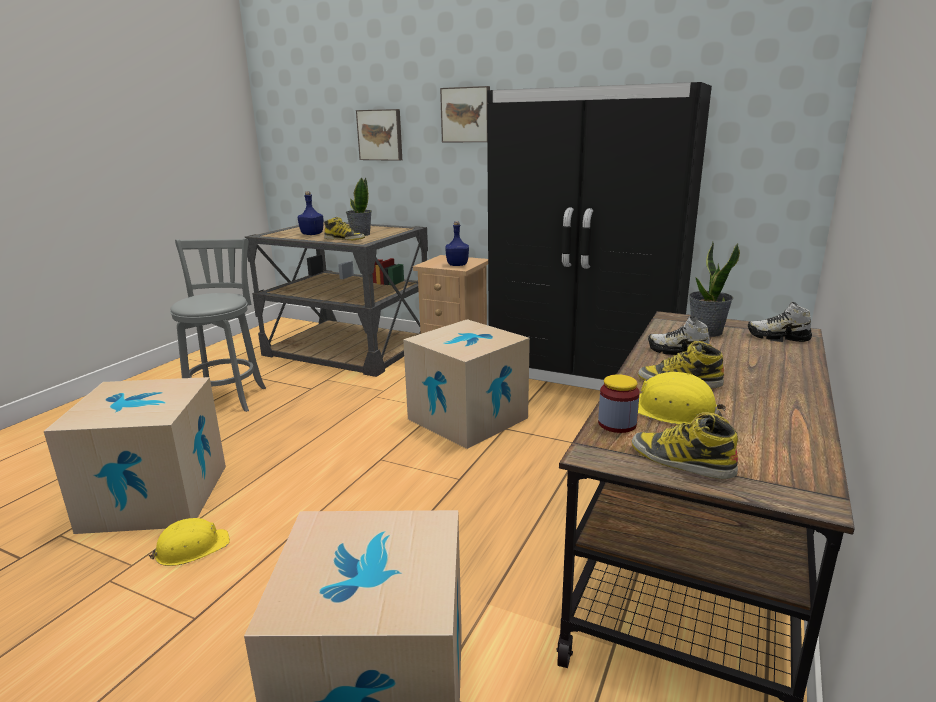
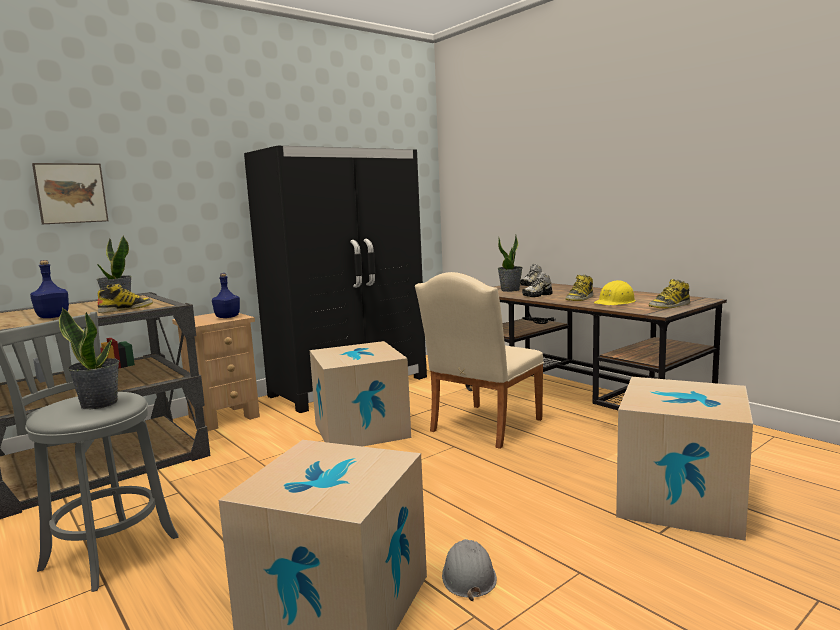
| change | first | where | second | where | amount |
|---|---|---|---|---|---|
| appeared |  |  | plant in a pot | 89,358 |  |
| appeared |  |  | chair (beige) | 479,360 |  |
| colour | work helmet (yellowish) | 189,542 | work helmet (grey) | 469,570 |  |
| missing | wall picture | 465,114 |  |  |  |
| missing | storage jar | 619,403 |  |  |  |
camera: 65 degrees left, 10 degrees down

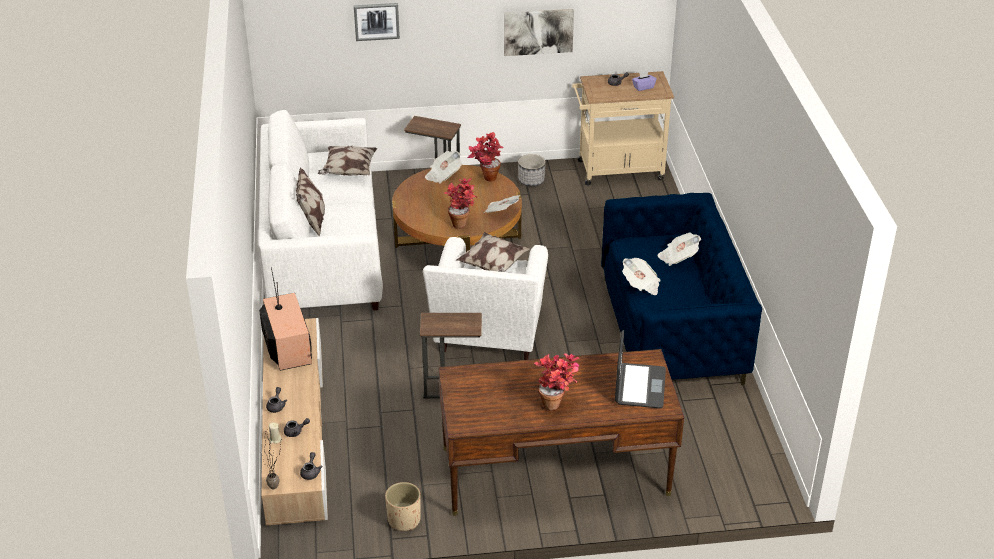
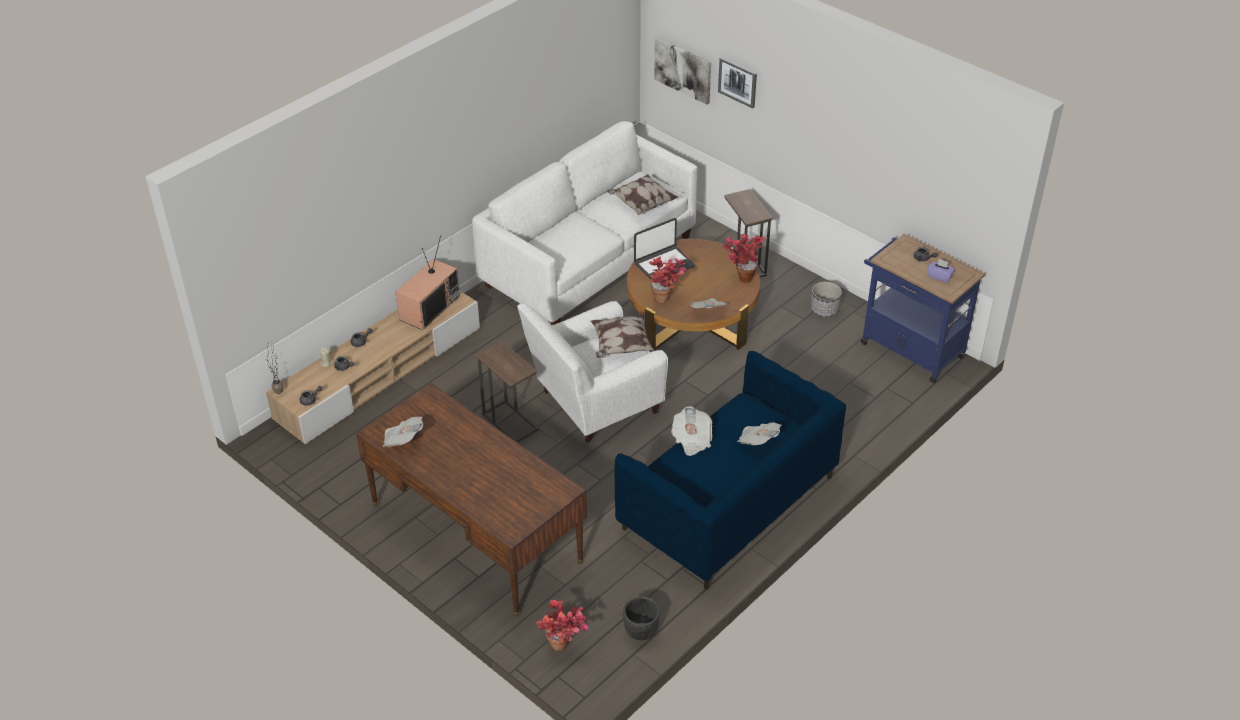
| change | first | where | second | where | amount |
|---|---|---|---|---|---|
| relocated | daily paper | 443,167 |  | 403,431 |  |
| relocated | plant in a pot | 556,382 |  | 562,625 |  |
| appeared |  |  | flower pot (blackish) | 641,618 |  |
| relocated | notebook computer | 640,369 |  | 664,248 |  |
| relocated | wall picture | 539,32 |  | 682,71 |  |
| colour | wheeled cart (beige) | 623,128 | wheeled cart (bluish) | 923,308 |  |
| missing | cushion | 310,202 |  |  |  |
| missing | flower pot (beige) | 403,506 |  |  |  |
camera: 50 degrees right, 5 degrees up

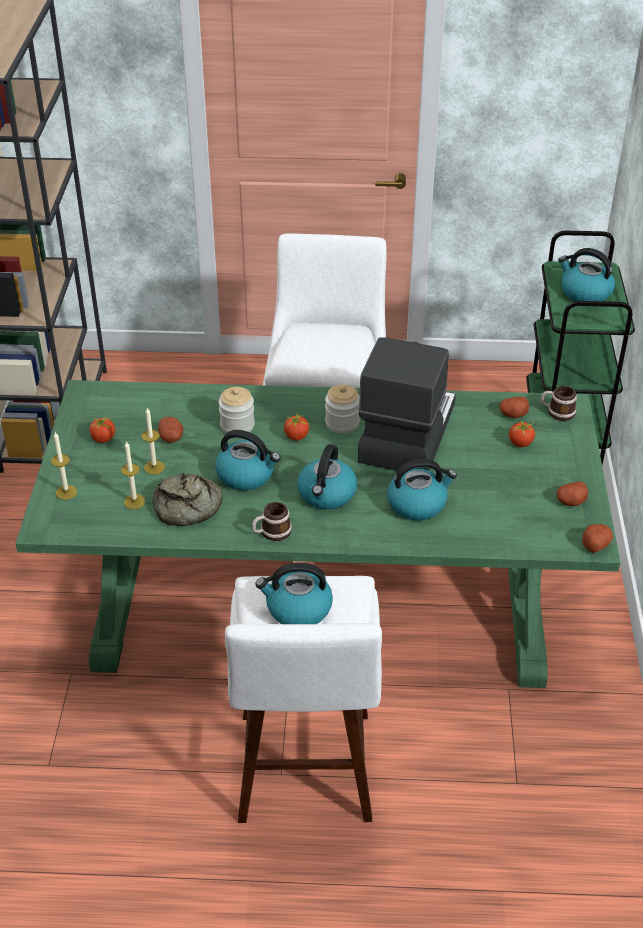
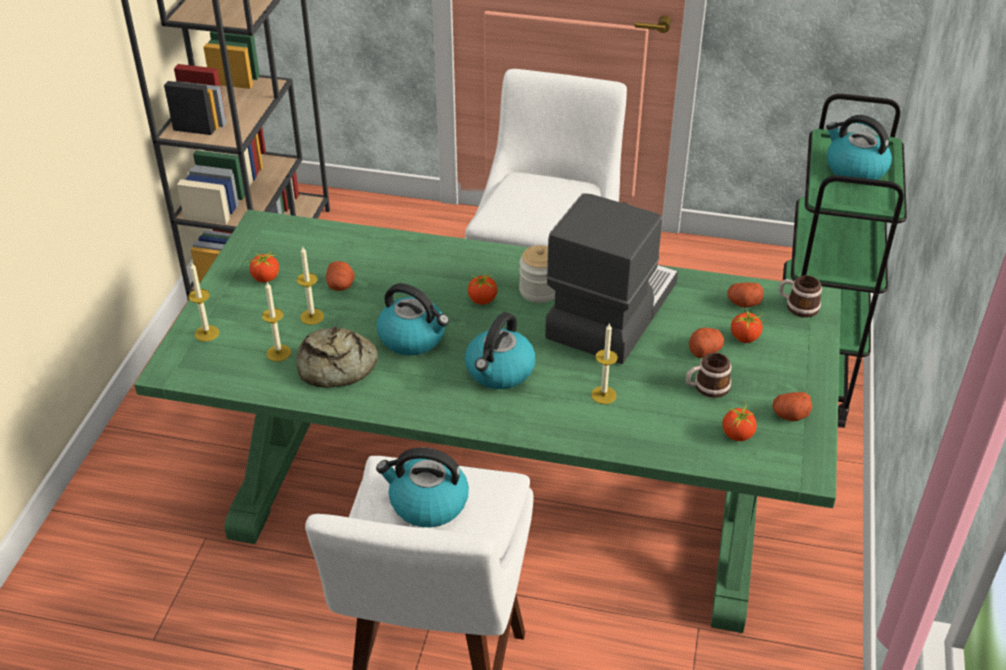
| change | first | where | second | where | amount |
|---|---|---|---|---|---|
| exchanged | water kettle | 422,490 | wax light | 604,364 |  |
| relocated | coffee mug | 272,521 |  | 709,375 |  |
| relocated | potato | 597,538 |  | 706,342 |  |
| appeared |  |  | fresh tomato | 739,421 |  |
| missing | storage jar | 237,410 |  |  |  |
camera: 10 degrees right, 0 degrees up

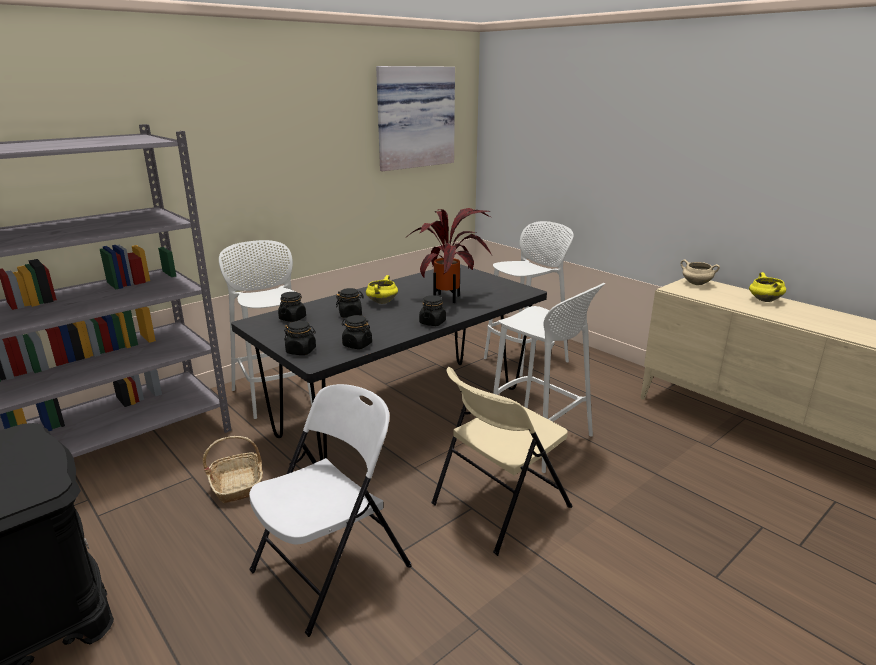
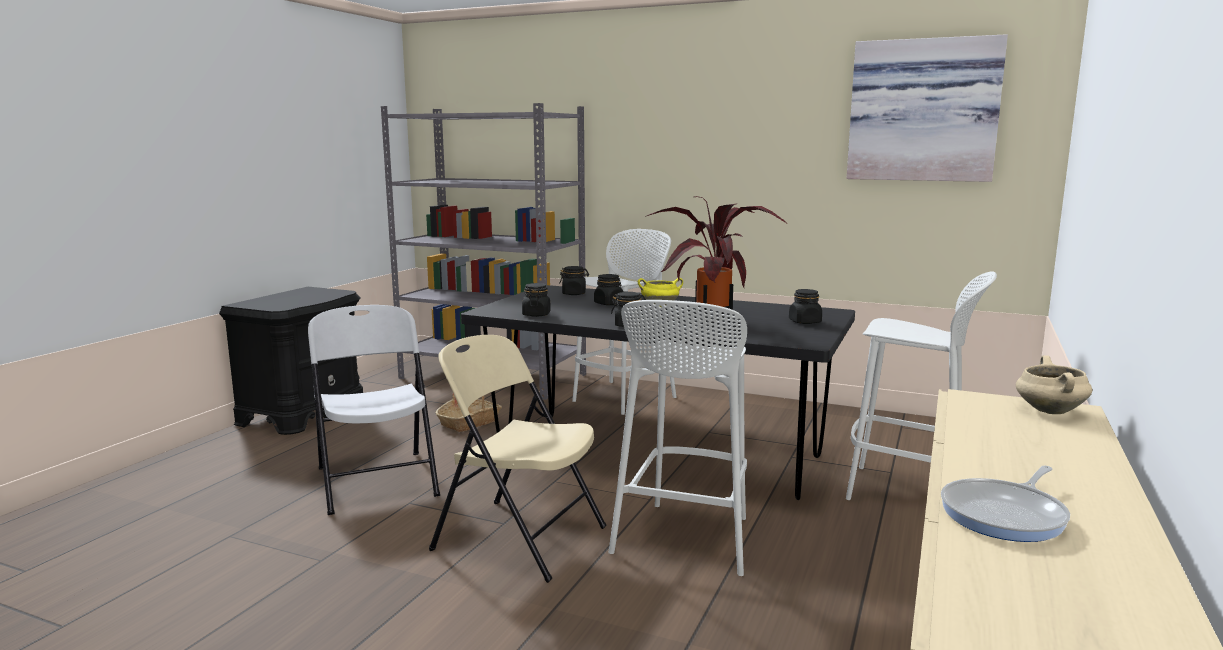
| change | first | where | second | where | amount |
|---|---|---|---|---|---|
| spun | chair (white-coloured) | 330,510 |  | 374,410 | 135 degrees counterclockwise |
| relocated | storage jar (blackish) | 300,338 |  | 805,306 |  |
| appeared |  |  | pan | 1005,504 |  |
| missing | cooking pot (yellowish) | 767,287 |  |  |  |
camera: 65 degrees right, 10 degrees down

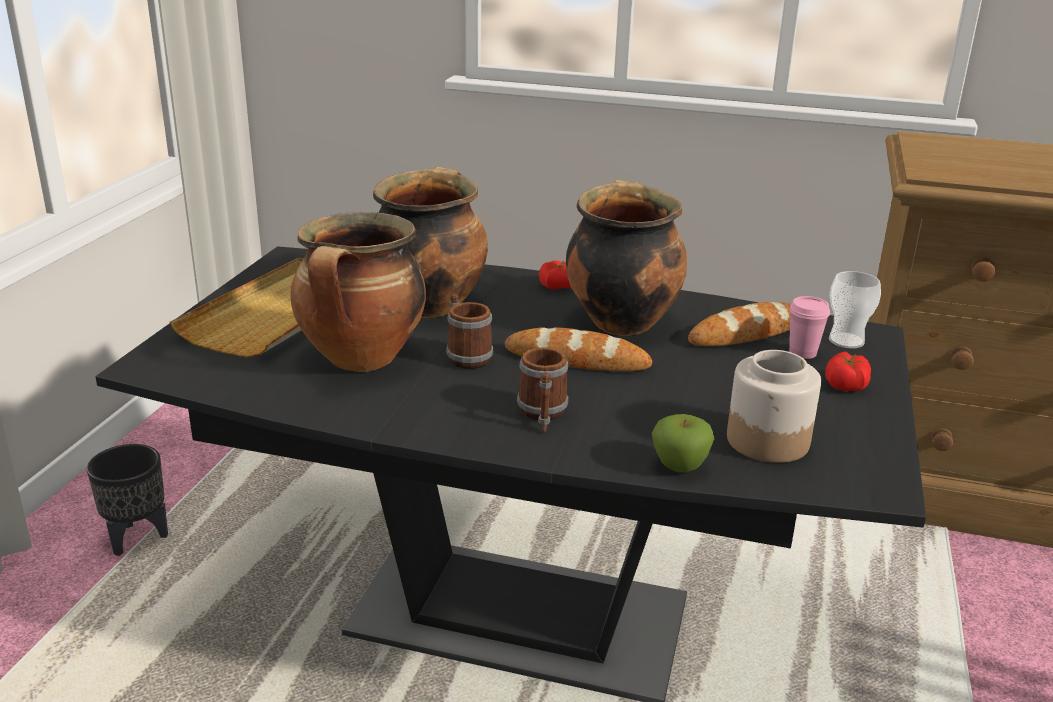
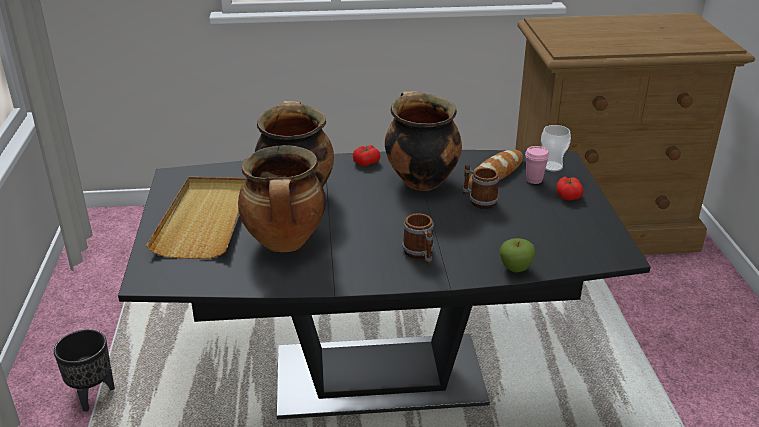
| change | first | where | second | where | amount |
|---|---|---|---|---|---|
| relocated | coffee mug | 469,331 |  | 480,186 |  |
| missing | bread | 578,349 |  |  |  |
| missing | storage jar | 774,406 |  |  |  |
camera: 20 degrees left, 5 degrees up

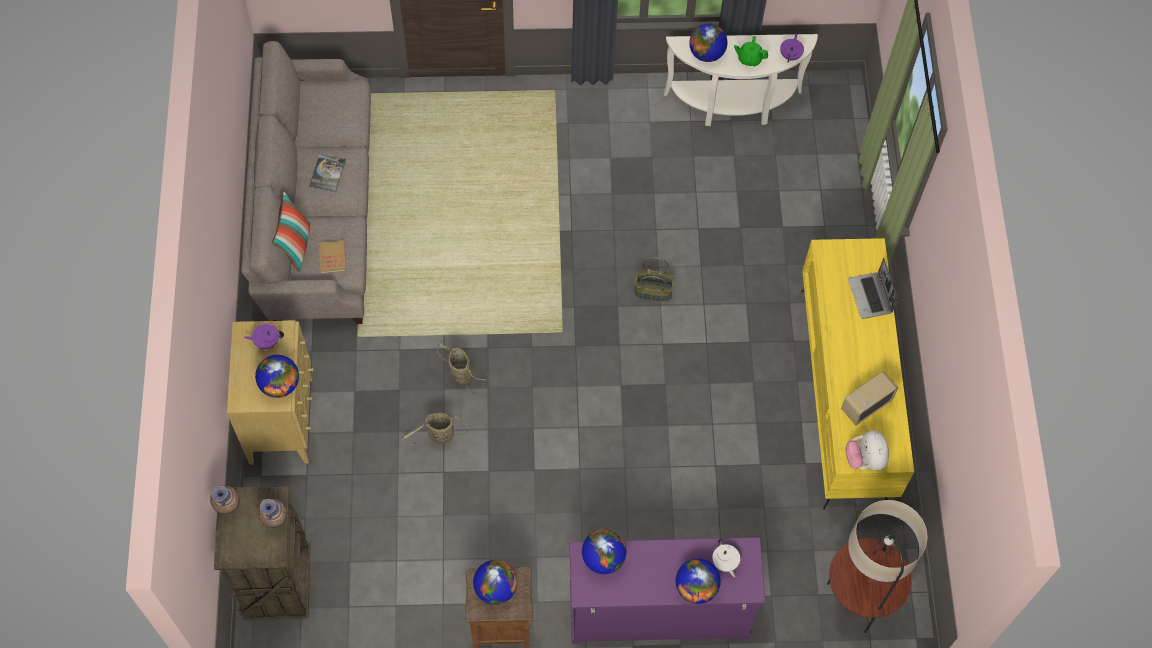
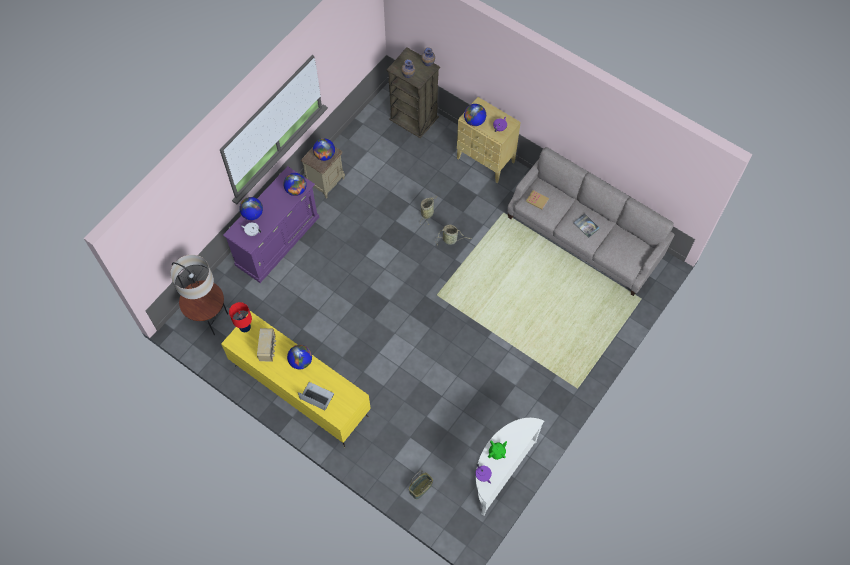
| change | first | where | second | where | amount |
|---|---|---|---|---|---|
| exchanged | soft toy | 867,450 | lamp for a table (red-coloured) | 240,317 |  |
| relocated | globe | 708,43 |  | 299,357 |  |
| relocated | household basket | 654,279 |  | 421,484 |  |
| missing | cushion | 291,232 |  |  |  |
camera: 130 degrees right, 0 degrees up

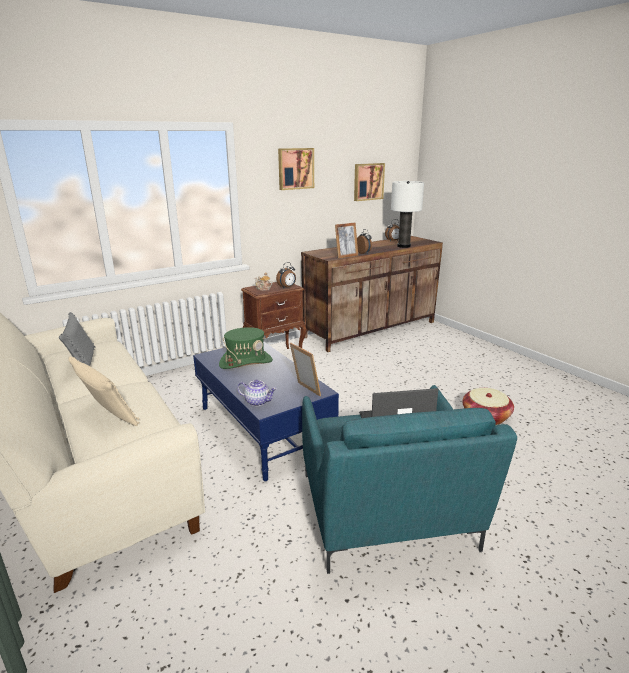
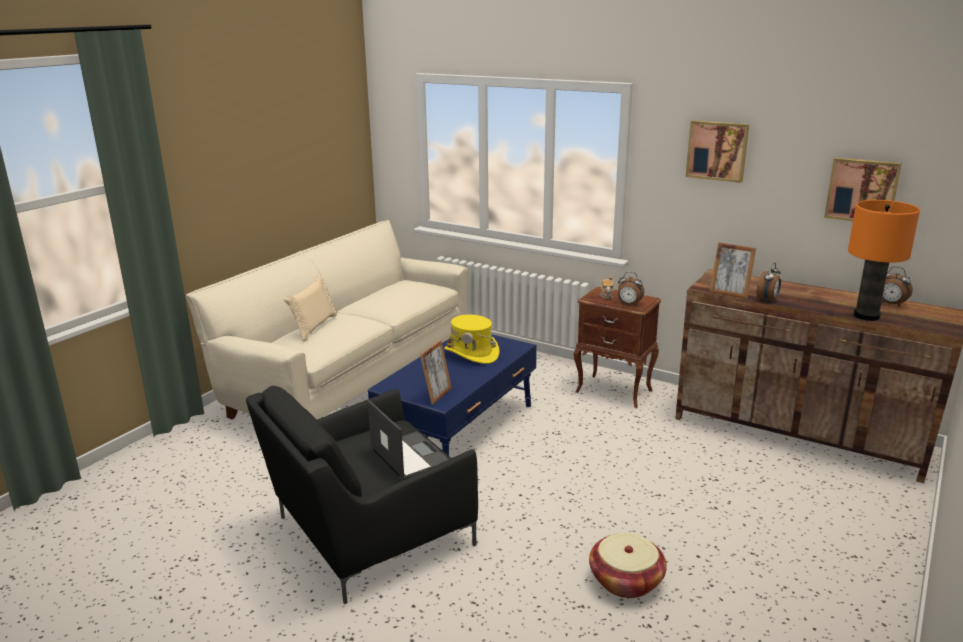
| change | first | where | second | where | amount |
|---|---|---|---|---|---|
| colour | armchair (turquoise) | 409,479 | armchair (blackish) | 362,495 |  |
| colour | hat (green) | 246,348 | hat (yellowish) | 471,339 |  |
| colour | lamp for a table (white-coloured) | 407,214 | lamp for a table (orange-coloured) | 884,260 |  |
| missing | cushion (grey) | 77,339 |  |  |  |
| missing | tea pot | 256,393 |  |  |  |
camera: 65 degrees right, 0 degrees up

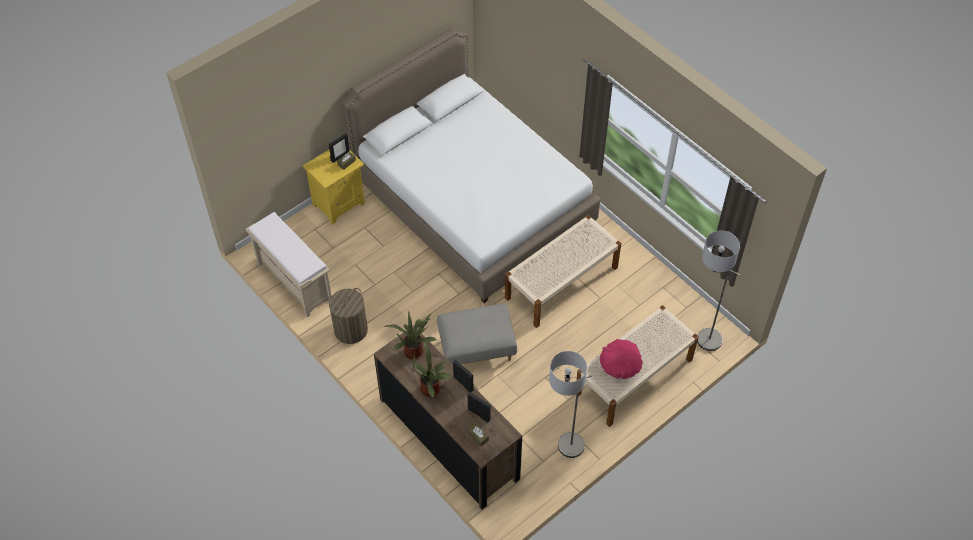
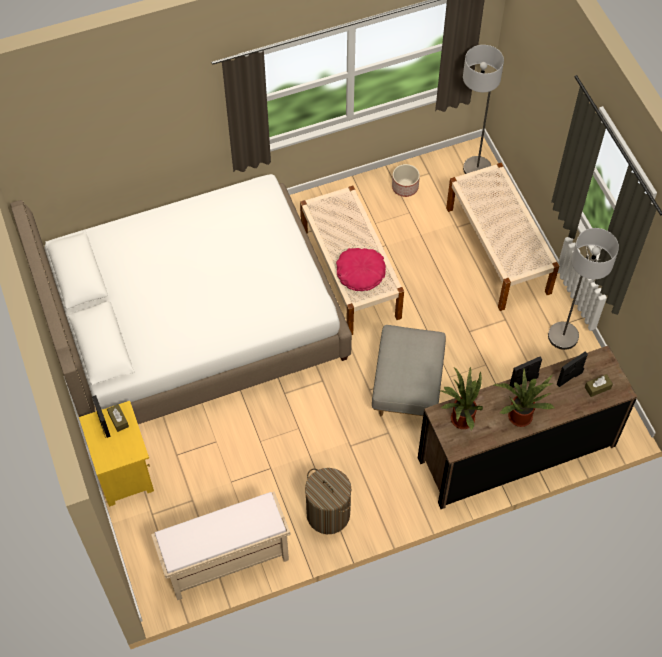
| change | first | where | second | where | amount |
|---|---|---|---|---|---|
| relocated | cushion (pink-coloured) | 621,359 |  | 361,269 |  |
| appeared |  |  | flower pot | 406,180 |  |
camera: 70 degrees left, 5 degrees up

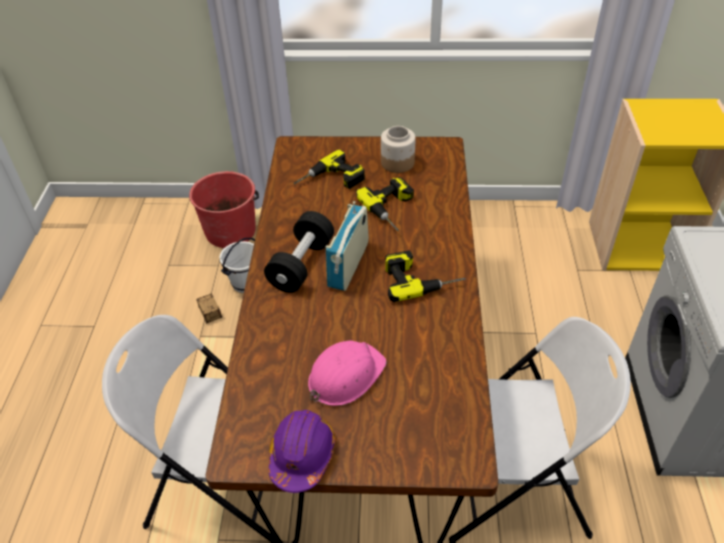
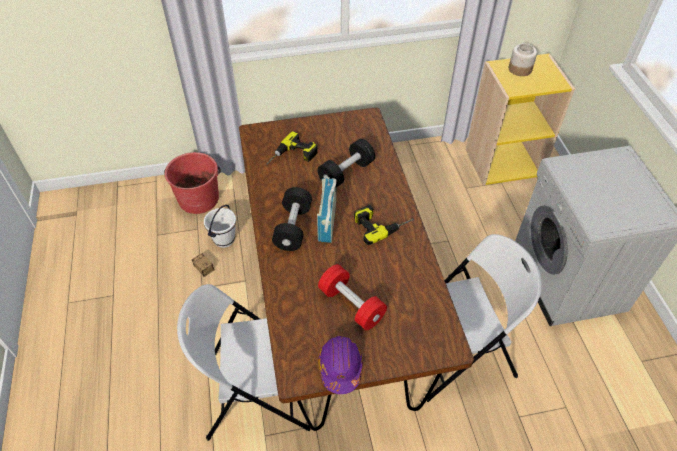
| change | first | where | second | where | amount |
|---|---|---|---|---|---|
| exchanged | drill | 385,204 | free weight (blackish) | 346,163 |  |
| exchanged | work helmet (pink-coloured) | 347,373 | free weight (red-coloured) | 352,297 |  |
| relocated | storage jar | 398,149 |  | 523,59 |  |
camera: 15 degrees left, 5 degrees up

